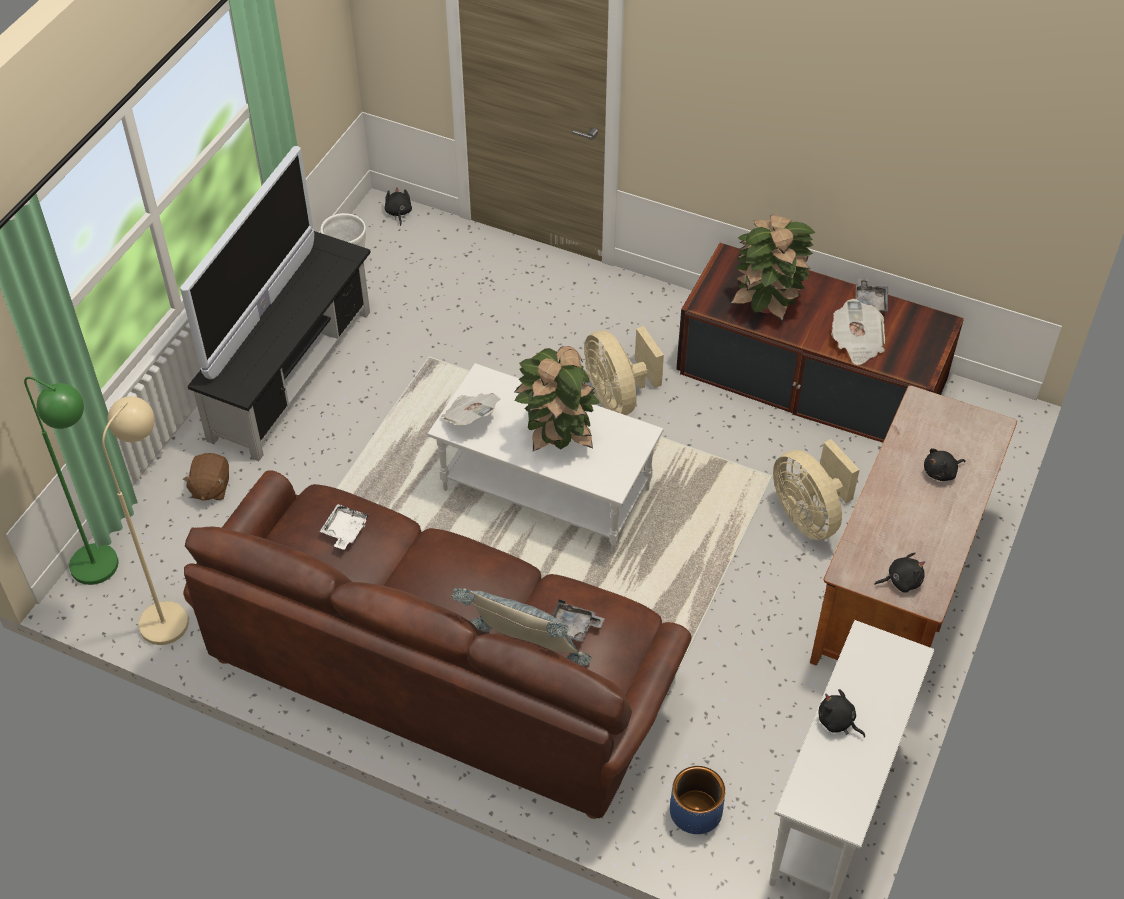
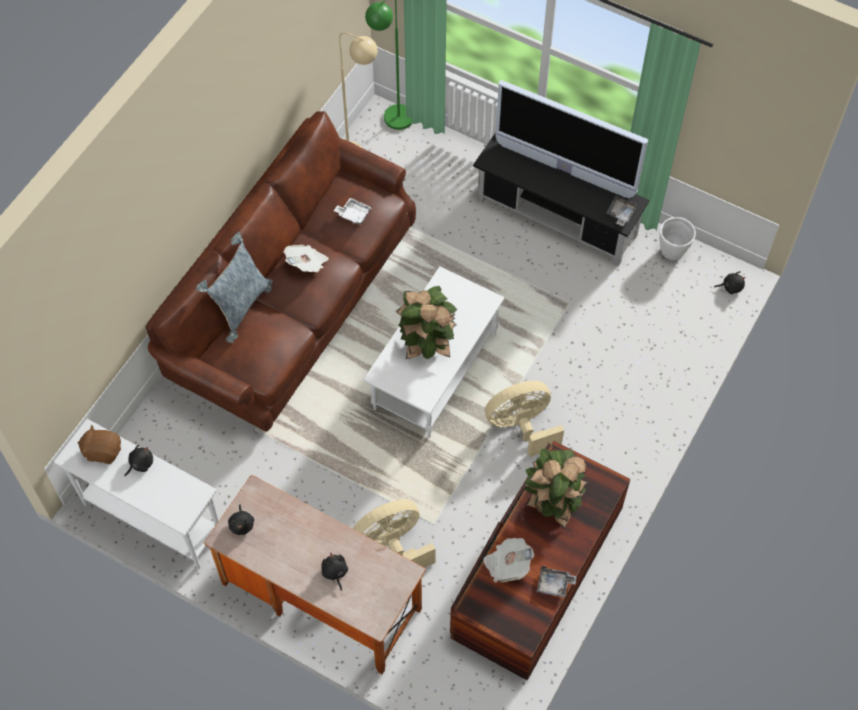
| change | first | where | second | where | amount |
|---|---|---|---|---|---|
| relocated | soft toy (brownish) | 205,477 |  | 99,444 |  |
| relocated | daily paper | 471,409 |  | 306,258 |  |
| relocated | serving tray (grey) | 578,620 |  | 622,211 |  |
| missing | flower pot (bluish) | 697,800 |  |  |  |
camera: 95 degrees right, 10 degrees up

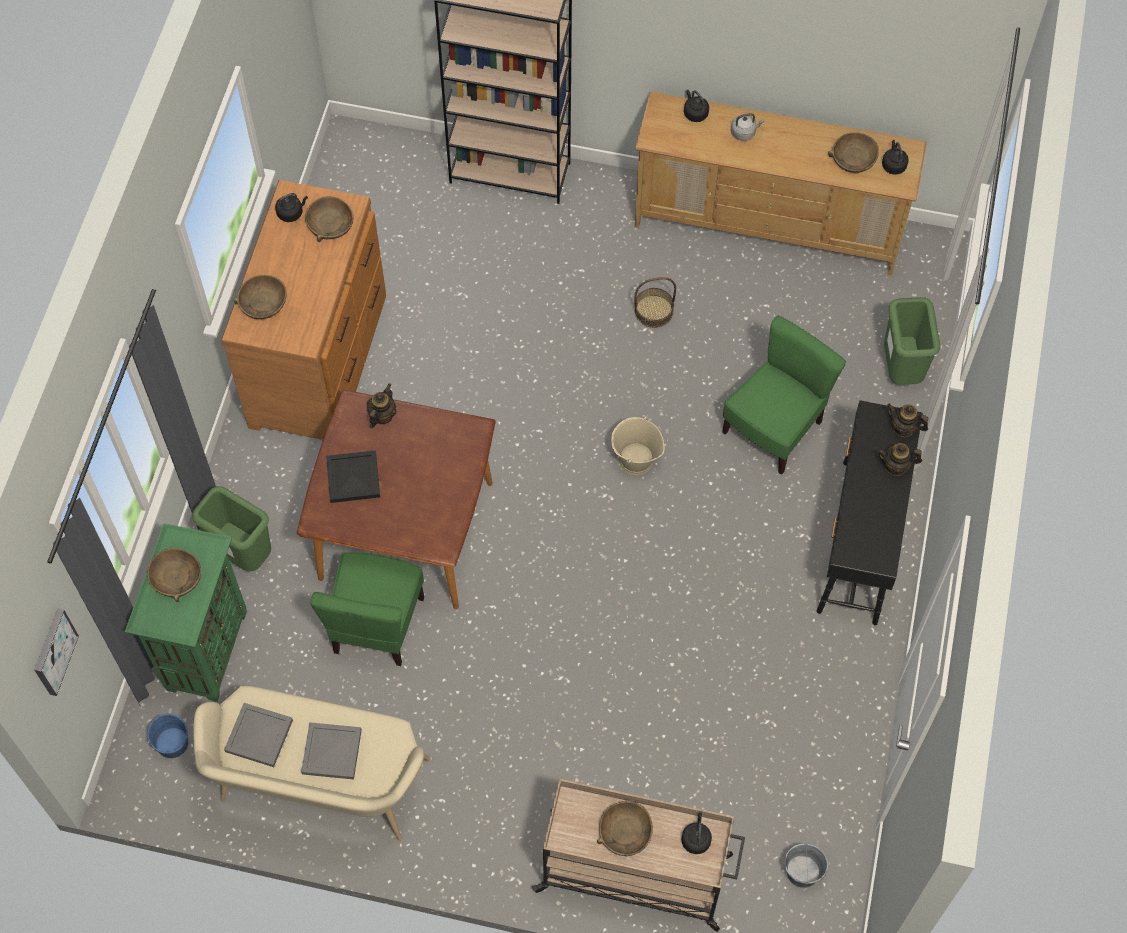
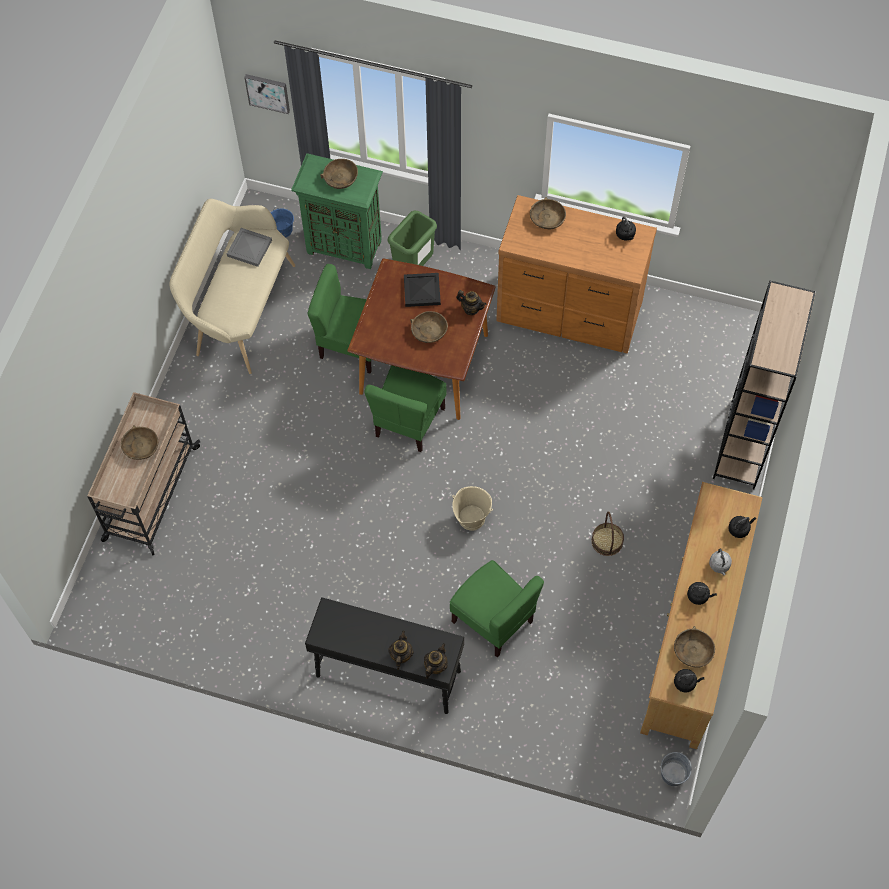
| change | first | where | second | where | amount |
|---|---|---|---|---|---|
| appeared |  |  | chair (green) | 405,409 |  |
| relocated | bowl (brownish) | 329,219 |  | 429,327 |  |
| relocated | water bucket (grey) | 806,865 |  | 676,769 |  |
| relocated | water kettle (blackish) | 696,833 |  | 702,593 |  |
| missing | serving tray (grey) | 331,751 |  |  |  |
| missing | waste bin (green) | 912,341 |  |  |  |
camera: 95 degrees right, 0 degrees up

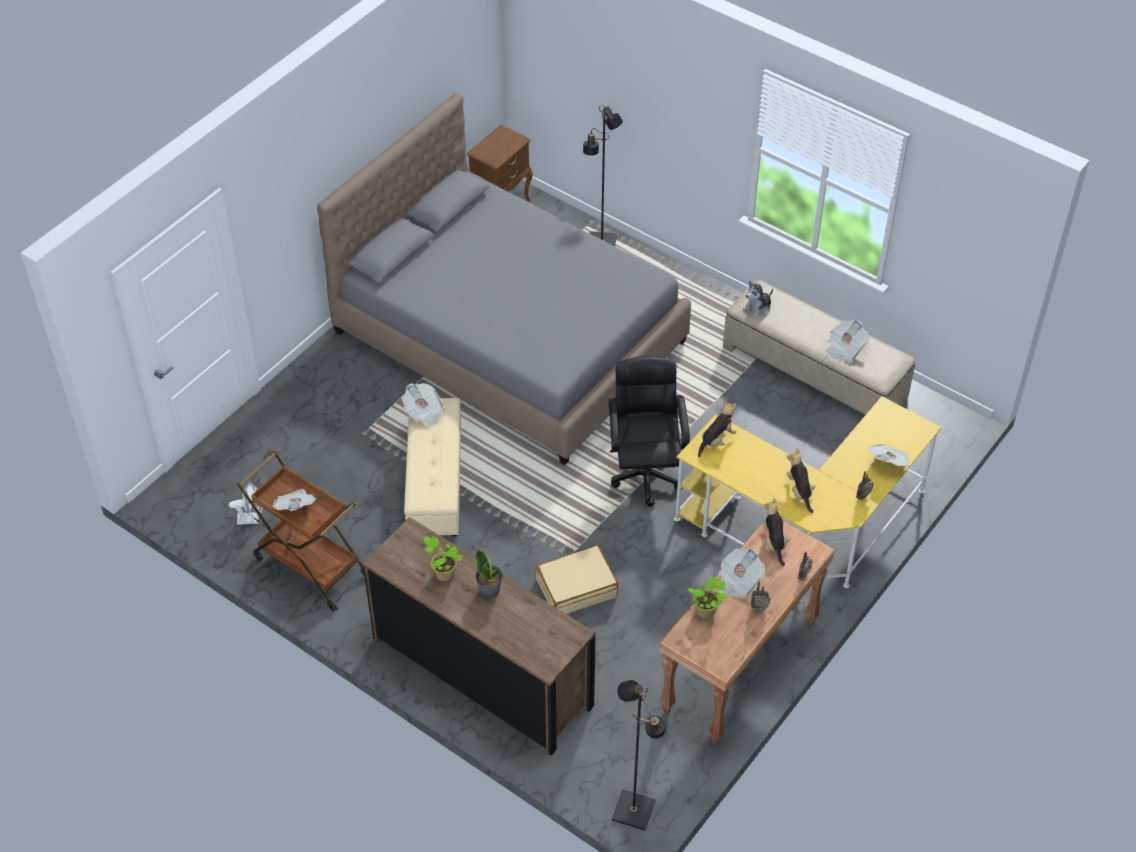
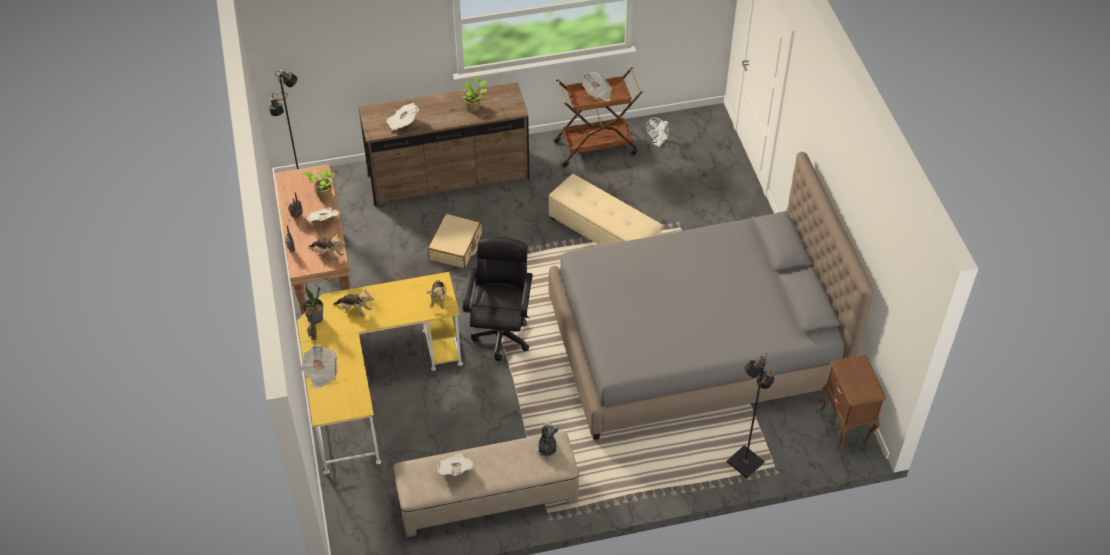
| change | first | where | second | where | amount |
|---|---|---|---|---|---|
| relocated | plant in a pot | 488,574 |  | 312,303 |  |
| relocated | daily paper | 423,405 |  | 402,117 |  |
| spun | computer chair (blackish) | 649,431 |  | 498,299 | 120 degrees counterclockwise |
camera: 130 degrees right, 0 degrees up

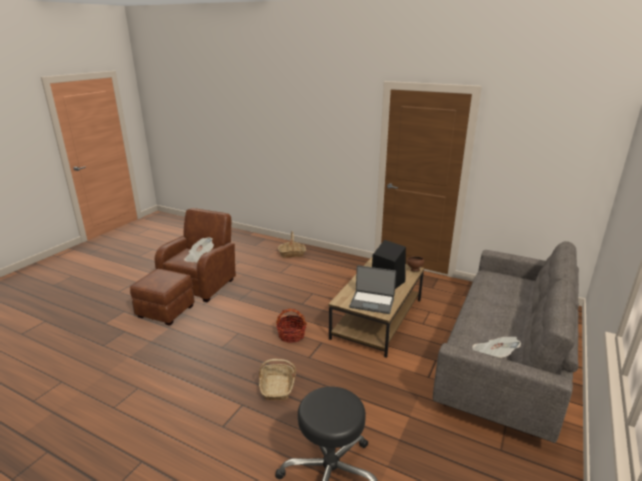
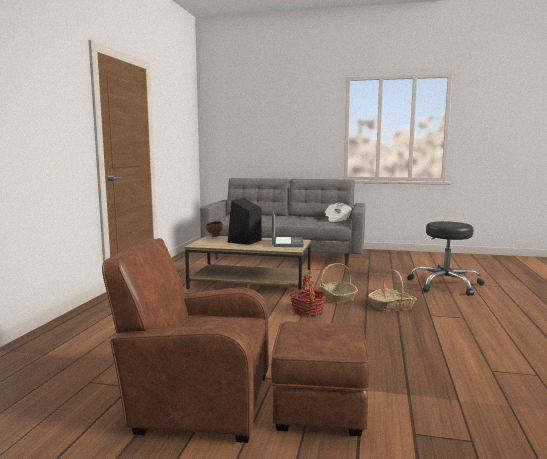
| change | first | where | second | where | amount |
|---|---|---|---|---|---|
| relocated | household basket | 292,244 |  | 338,283 |  |
| missing | daily paper | 199,250 |  |  |  |
camera: 105 degrees left, 15 degrees down

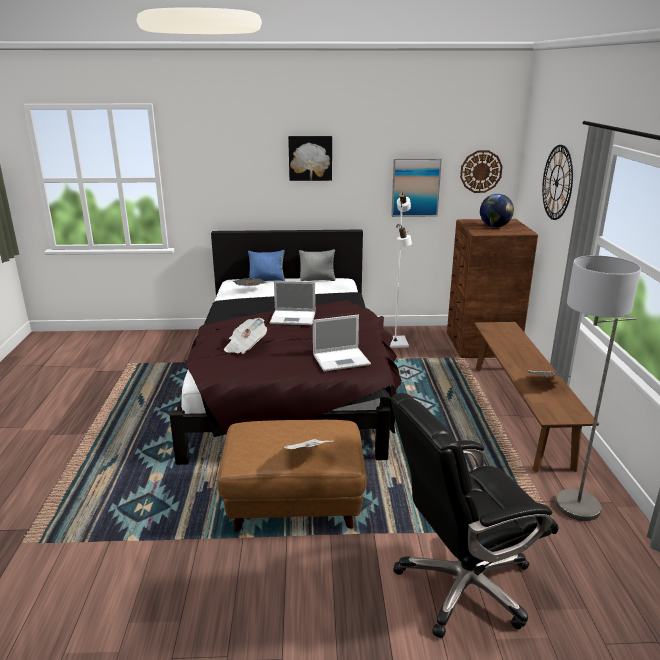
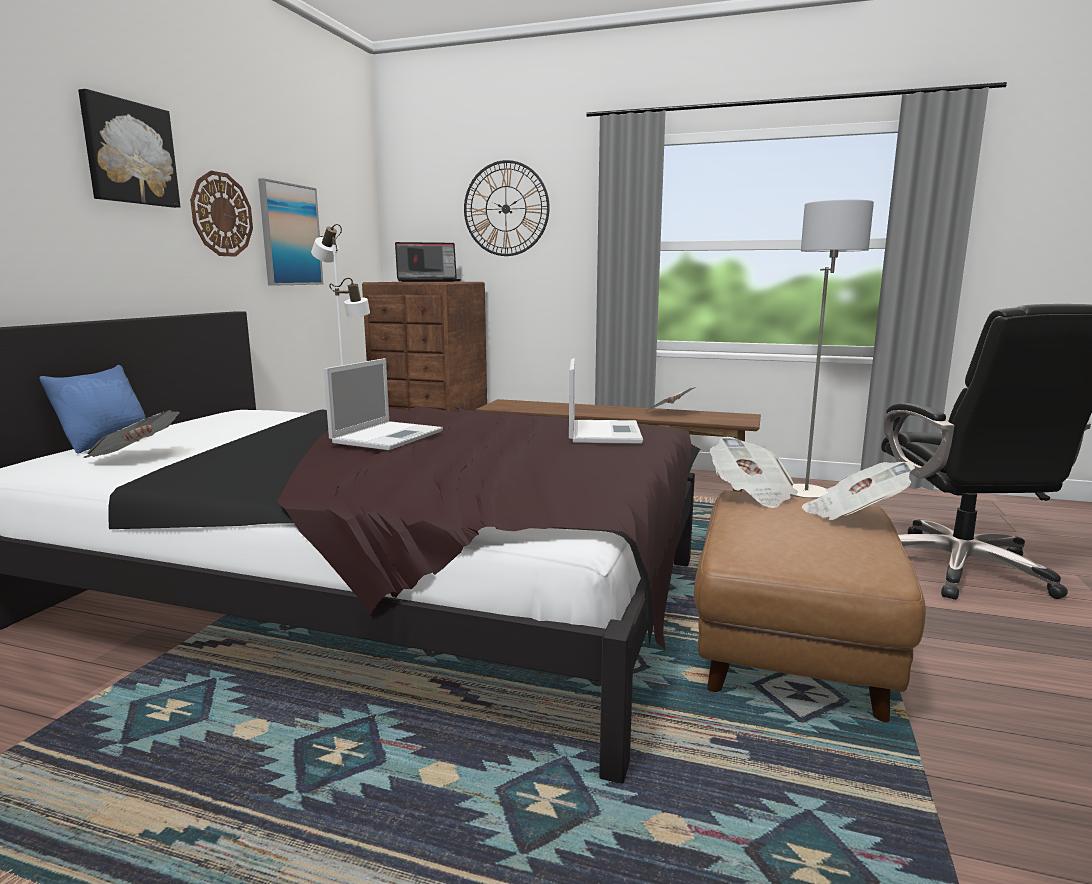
| change | first | where | second | where | amount |
|---|---|---|---|---|---|
| relocated | clock on the wall | 481,171 |  | 221,214 |  |
| exchanged | globe | 497,210 | notebook computer | 428,262 |  |
| relocated | daily paper | 245,336 |  | 754,472 |  |
| missing | cushion (grey) | 317,265 |  |  |  |
camera: 70 degrees left, 10 degrees down

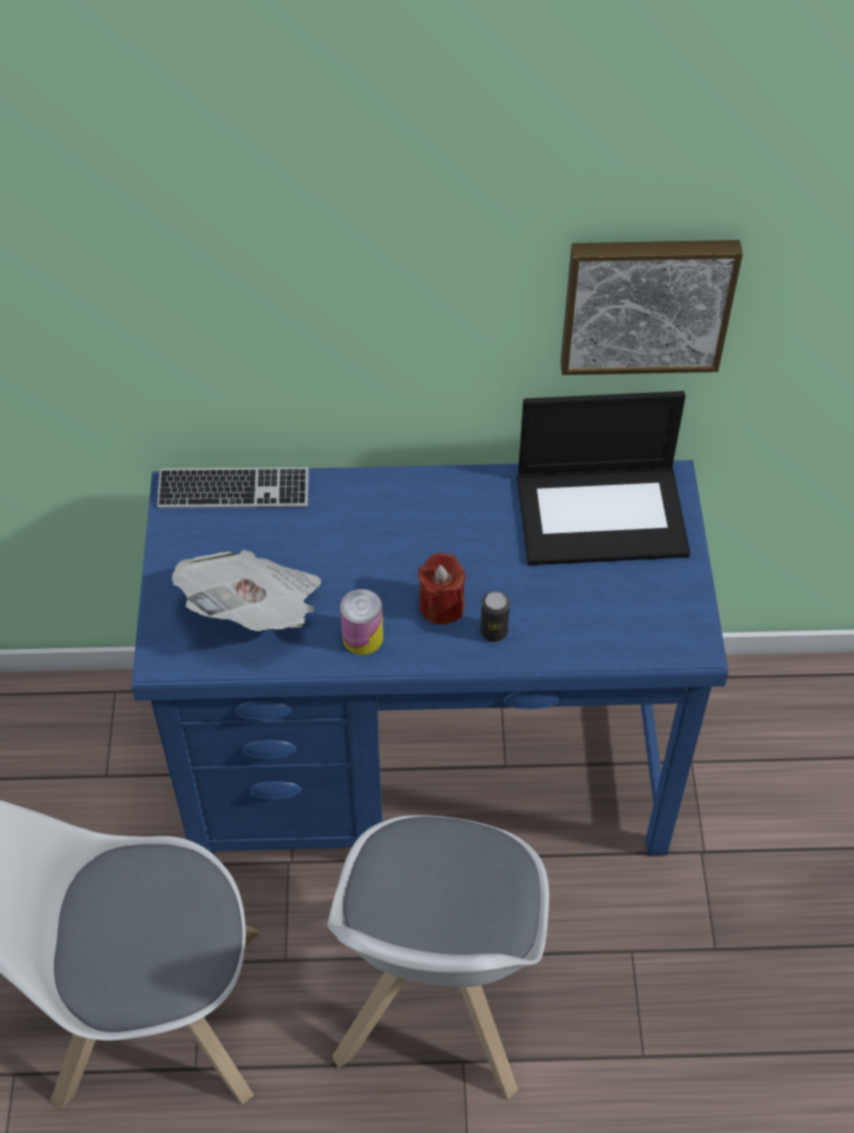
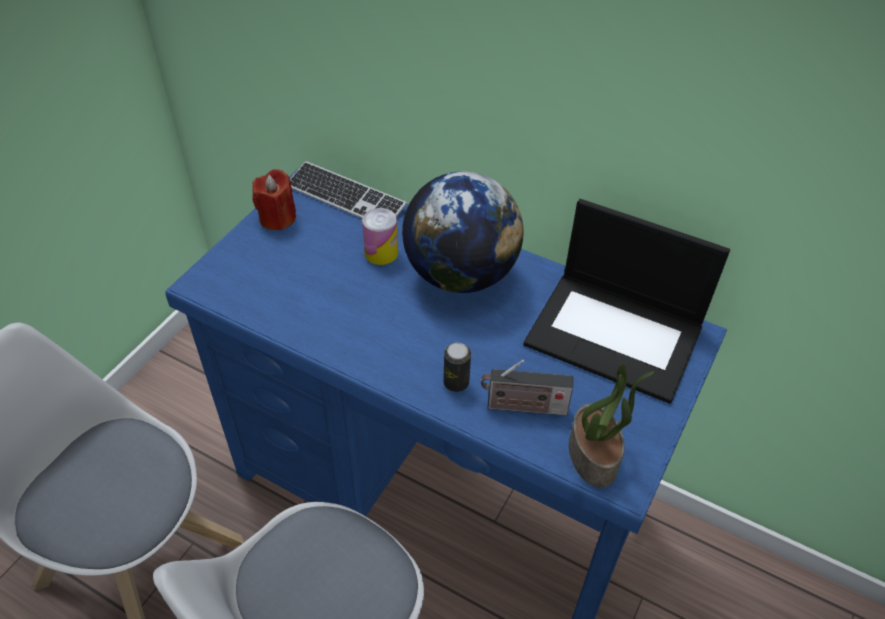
| change | first | where | second | where | amount |
|---|---|---|---|---|---|
| relocated | wax light (red-coloured) | 442,589 |  | 274,199 |  |
| relocated | metal can | 361,622 |  | 380,236 |  |
| appeared |  |  | globe | 463,232 |  |
| appeared |  |  | radio | 527,388 |  |
| appeared |  |  | plant in a pot | 611,425 |  |
| missing | daily paper | 246,590 |  |  |  |
| missing | wall picture | 651,307 |  |  |  |
camera: 30 degrees right, 5 degrees down

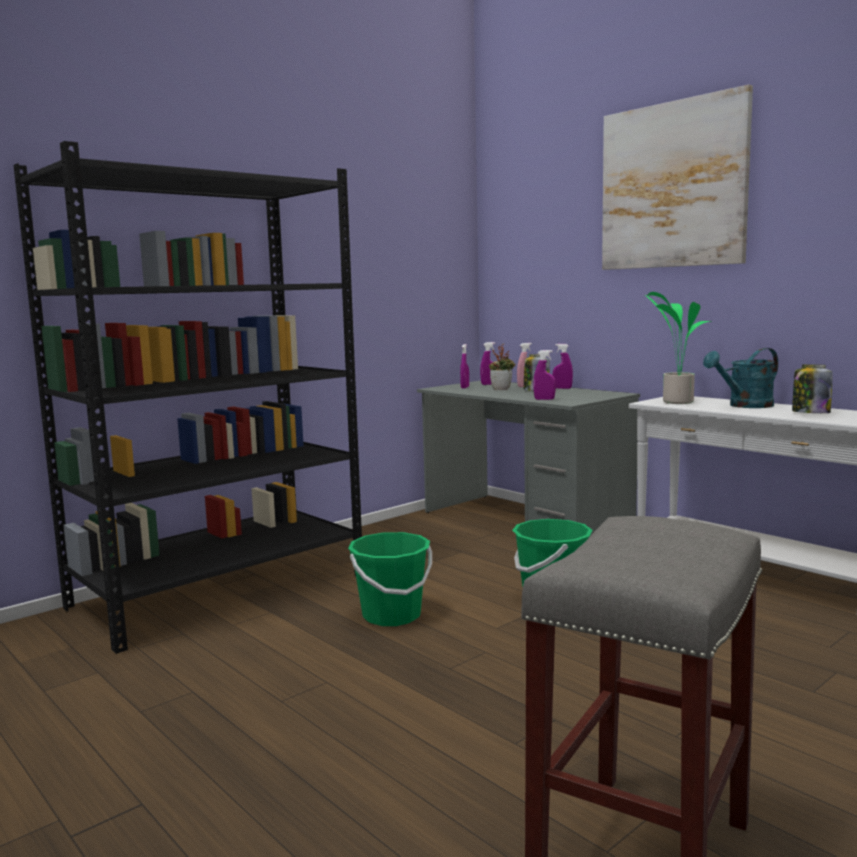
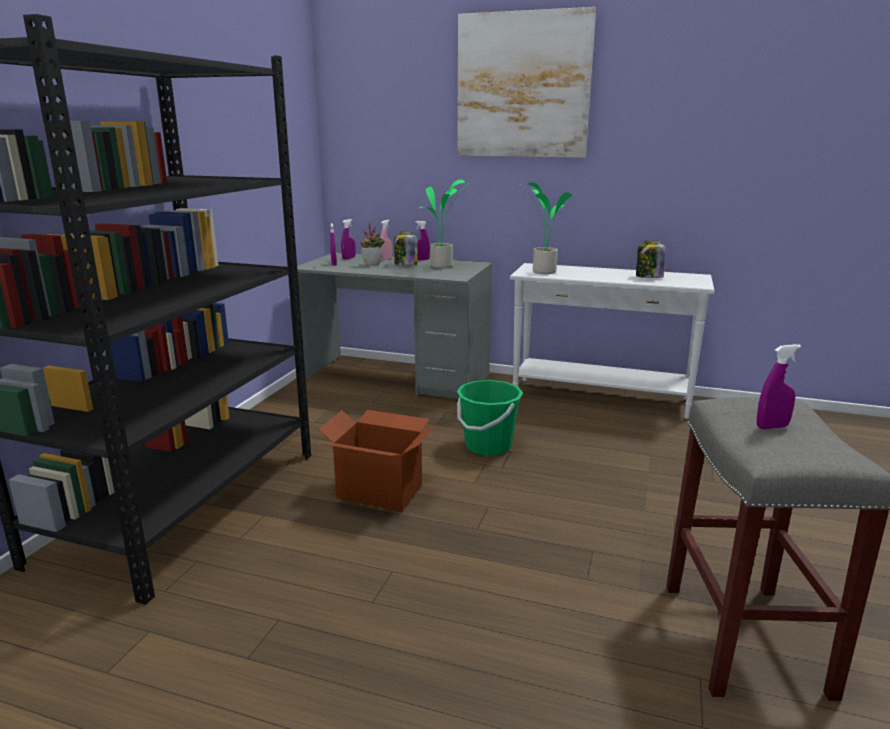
| change | first | where | second | where | amount |
|---|---|---|---|---|---|
| exchanged | water bucket (green) | 390,579 | packing box | 377,461 |  |
| appeared |  |  | plant in a pot | 444,224 |  |
| relocated | spray bottle (purple-coloured) | 544,375 |  | 779,386 |  |
| missing | sprinkling can (turquoise) | 740,378 |  |  |  |
camera: 30 degrees left, 10 degrees up

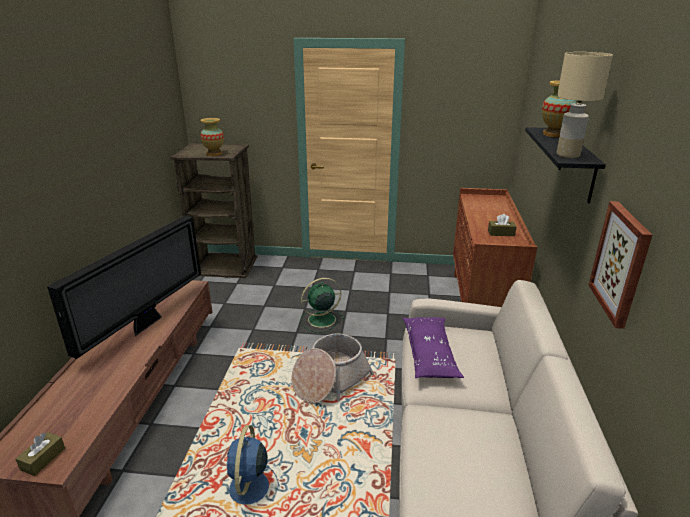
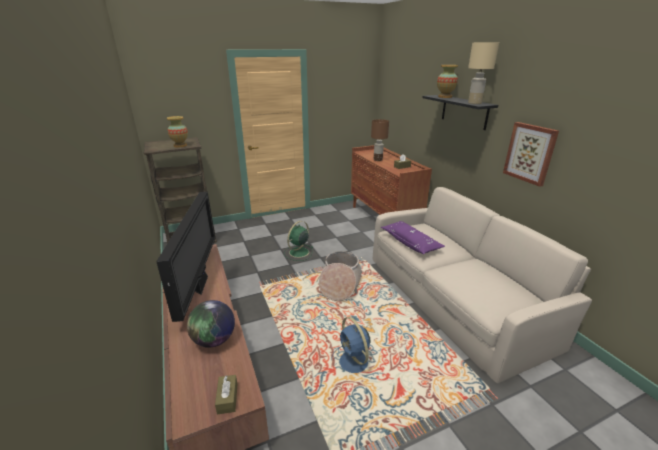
| change | first | where | second | where | amount |
|---|---|---|---|---|---|
| appeared |  |  | globe | 211,324 |  |
| appeared |  |  | lamp for a table (brownish) | 380,140 |  |
camera: 30 degrees left, 0 degrees up

